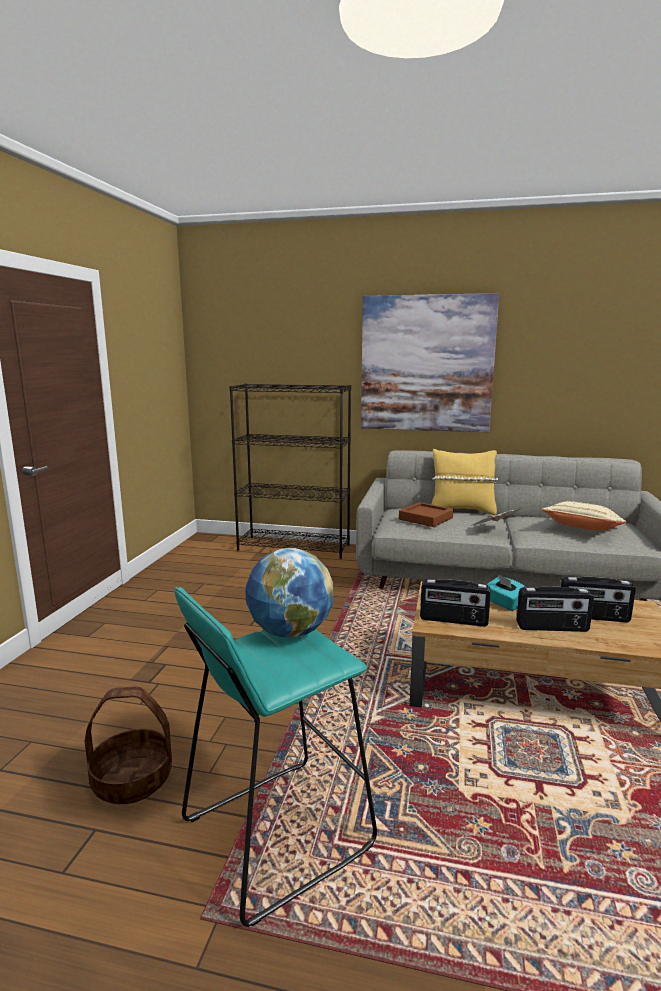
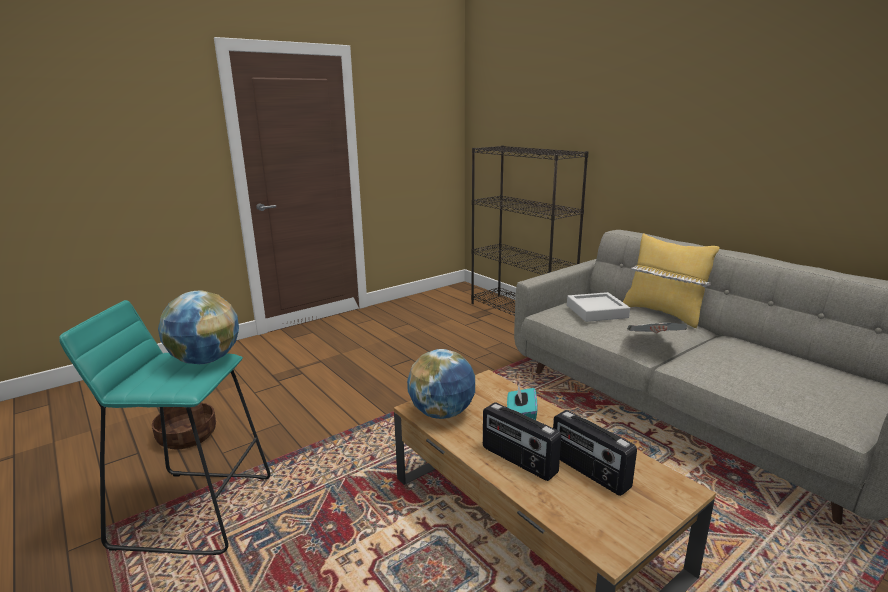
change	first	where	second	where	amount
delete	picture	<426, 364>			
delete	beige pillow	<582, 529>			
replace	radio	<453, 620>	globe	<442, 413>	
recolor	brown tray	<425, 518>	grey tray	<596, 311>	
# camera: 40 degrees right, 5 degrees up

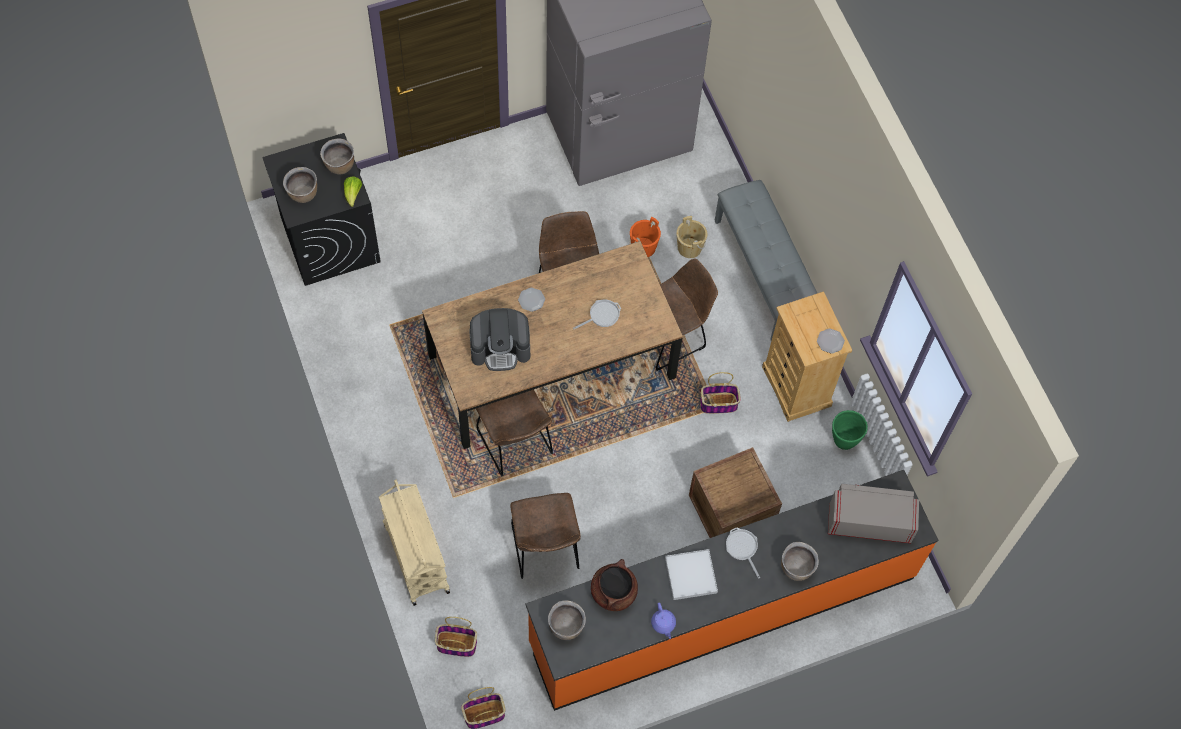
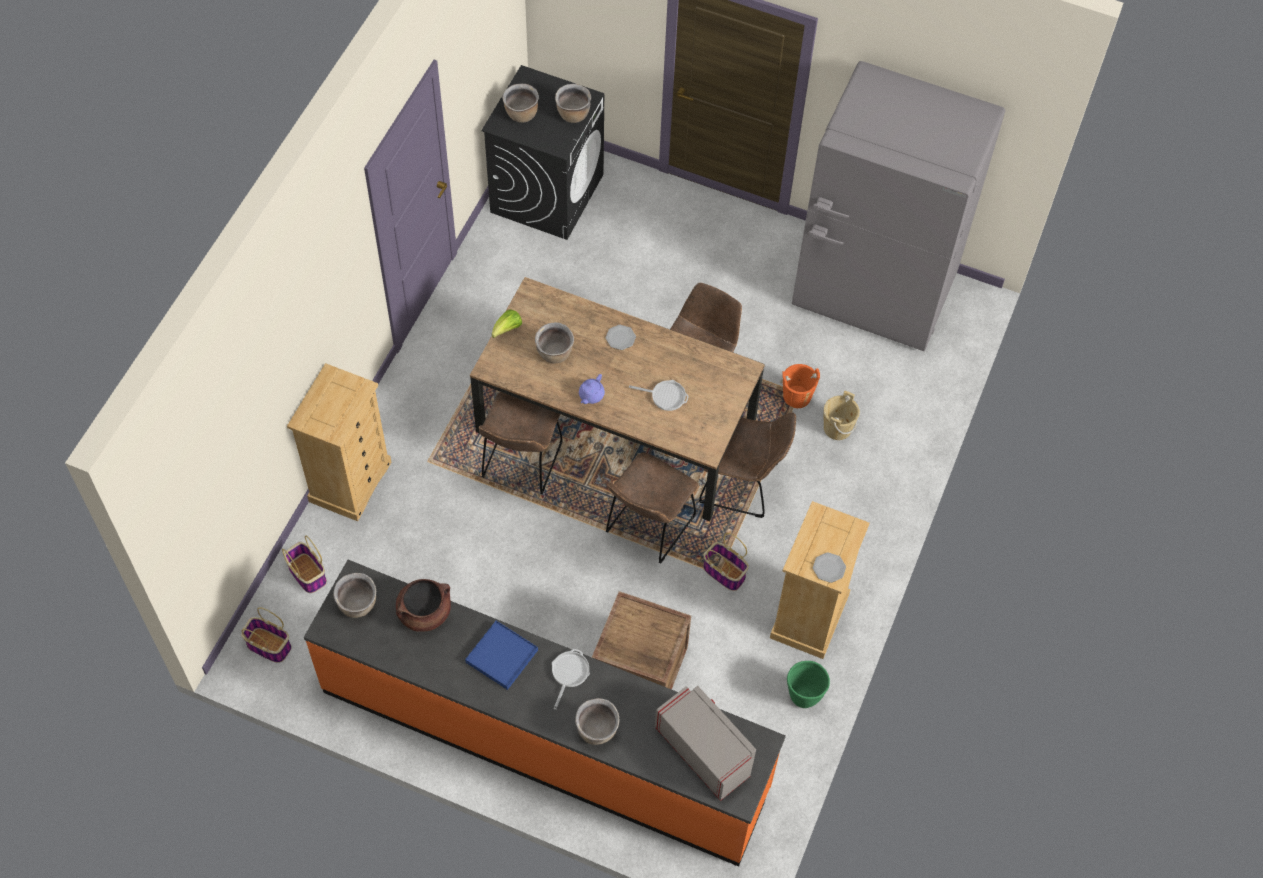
change	first	where	second	where	amount
delete	grey bench	<763, 274>			
move	lettuce	<353, 195>		<507, 329>	
move	brown chair	<546, 550>		<648, 527>	
move	purple teapot	<663, 624>		<591, 395>	
replace	beige cart	<415, 557>	beige dresser	<350, 481>	
replace	coffee machine	<500, 347>	brown cooking pot	<554, 354>	
recolor	white tray	<691, 575>	blue tray	<502, 656>	
# camera: 45 degrees right, 5 degrees down

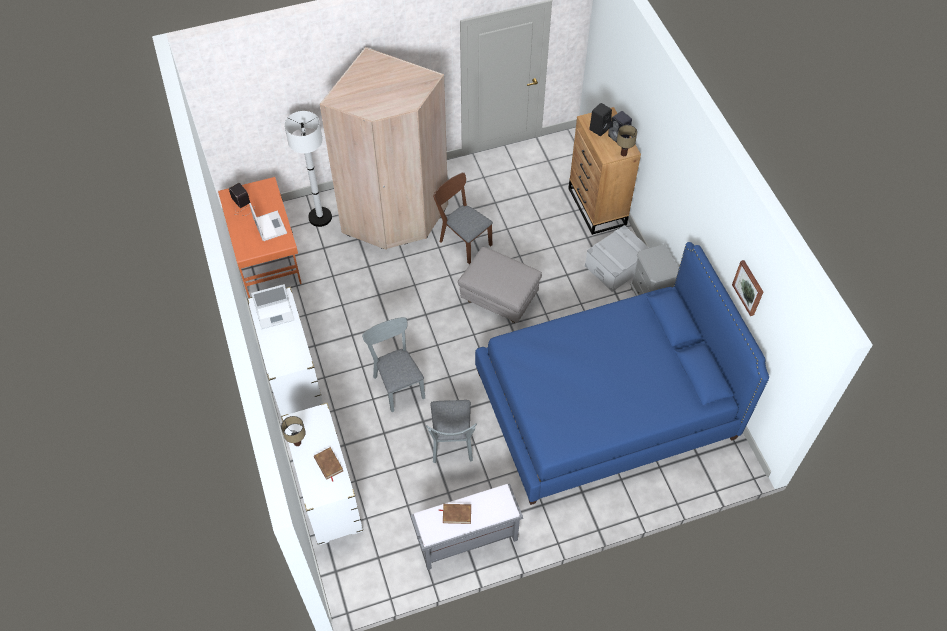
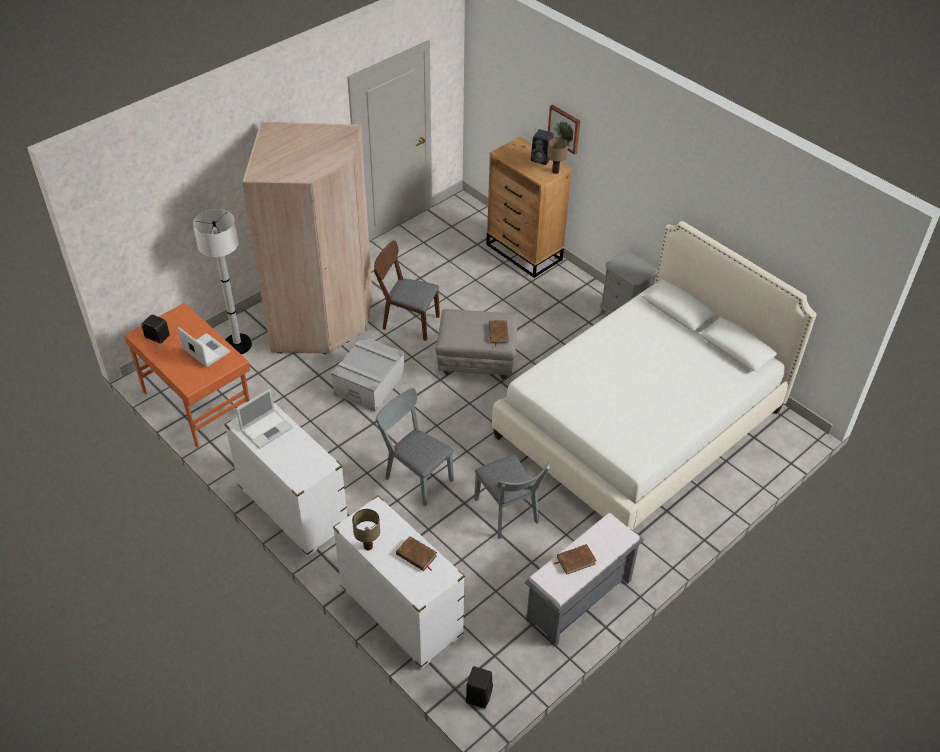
change	first	where	second	where	amount
insert			brown book	<498, 333>	
move	grey storage box	<616, 266>		<369, 384>	
move	black speaker	<599, 128>		<479, 695>	
move	picture	<749, 287>		<564, 128>	
recolor	blue bed	<605, 405>	white bed	<640, 423>	
# camera: 25 degrees left, 10 degrees down

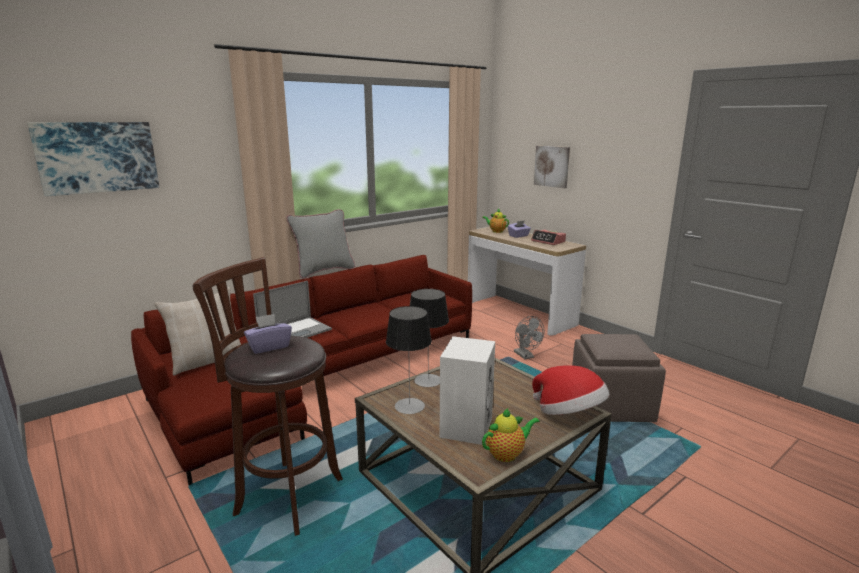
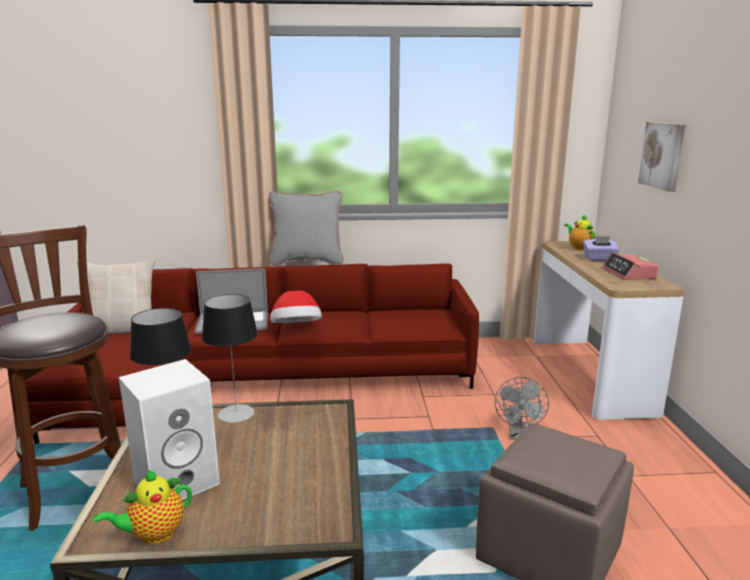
change	first	where	second	where	amount
delete	picture	<97, 157>			
delete	purple tissue box	<269, 347>			
move	hat	<569, 414>		<296, 330>	
rotate	teapot	<507, 454>		<153, 534>	135 degrees clockwise
# camera: 35 degrees right, 0 degrees up

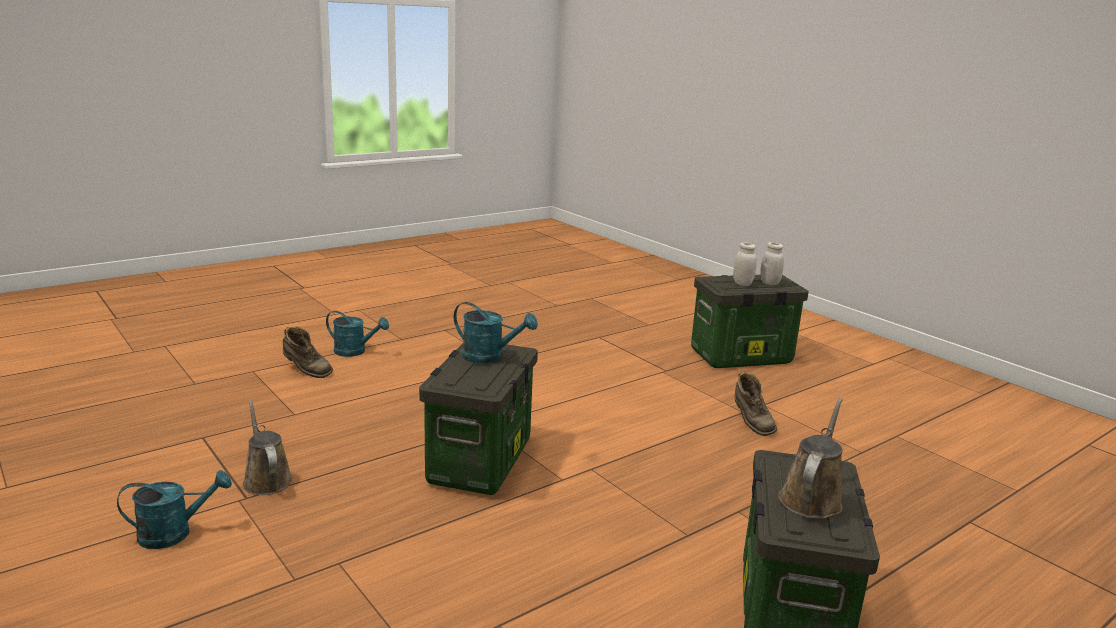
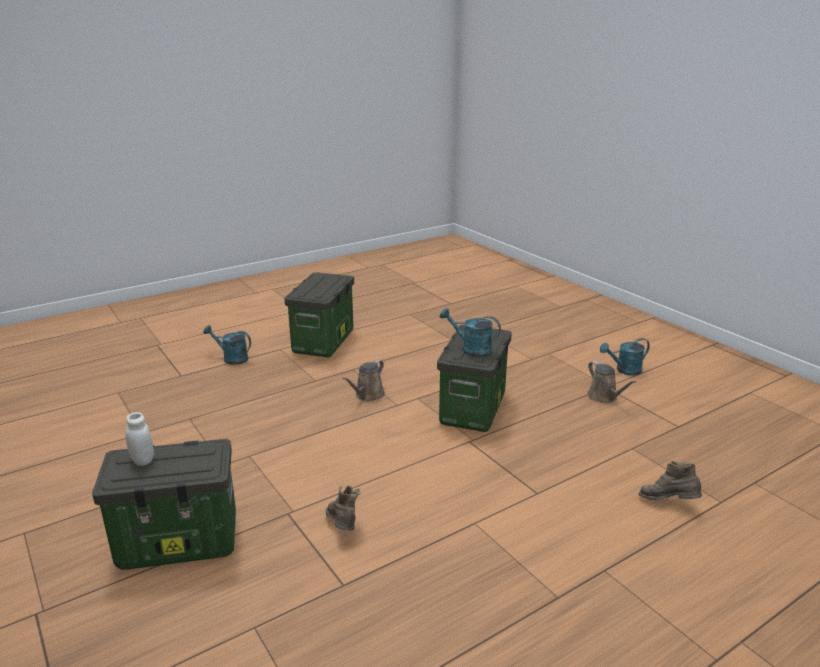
change	first	where	second	where	amount
delete	white jar	<742, 284>			
move	turquoise watering can	<355, 351>		<231, 358>	
move	brown boot	<751, 423>		<343, 527>	
move	brown watering can	<811, 498>		<368, 395>	
# camera: 175 degrees left, 5 degrees up

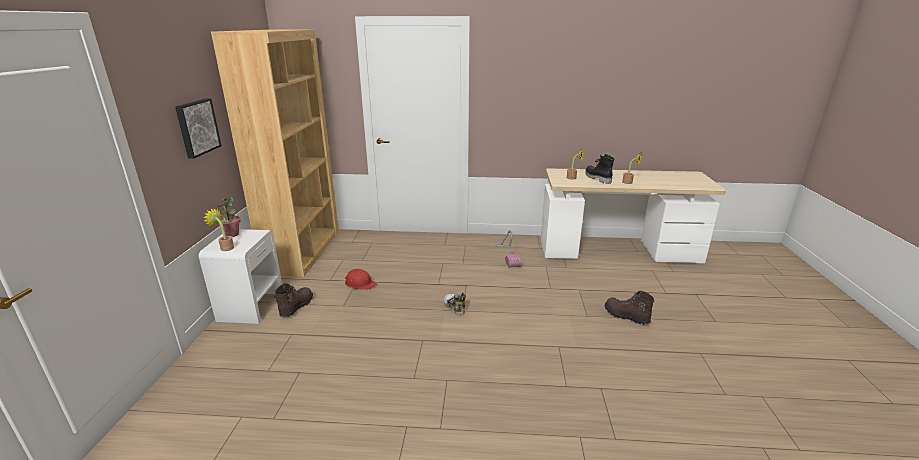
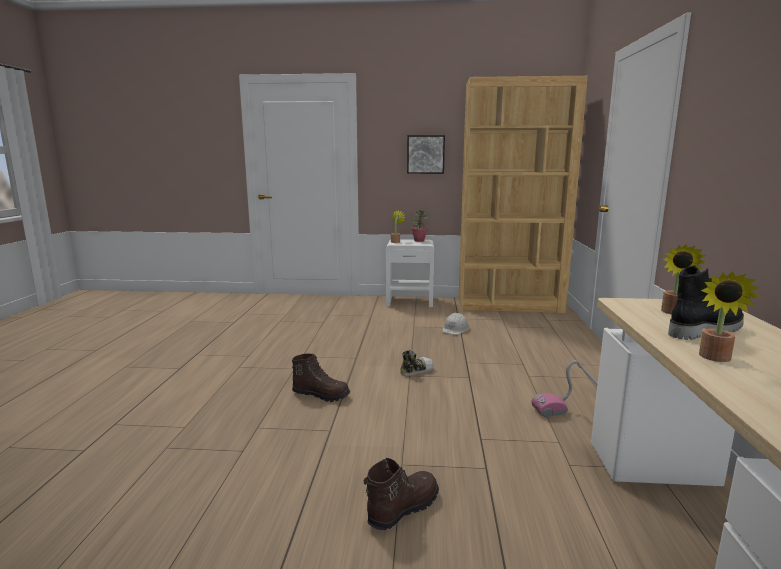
change	first	where	second	where	amount
move	brown boot	<296, 307>		<321, 395>	
recolor	red hard hat	<360, 283>	white hard hat	<455, 329>	
# camera: 90 degrees right, 10 degrees down

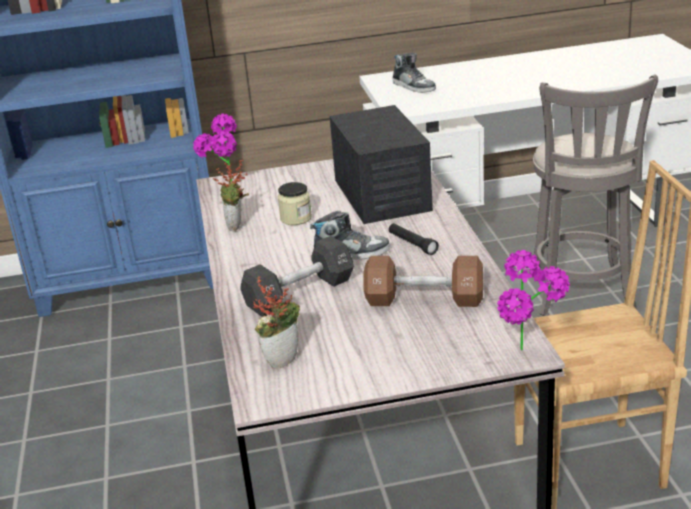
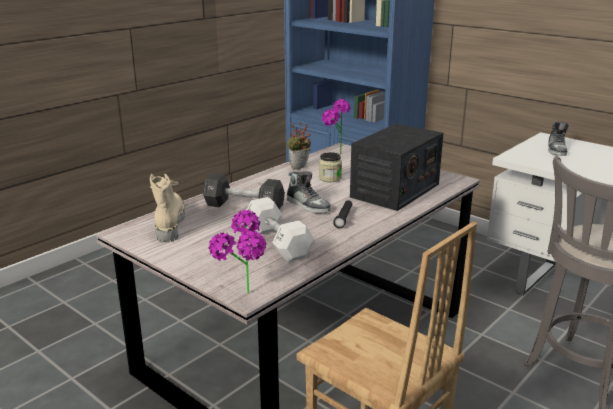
change	first	where	second	where	amount
replace	potted plant	<282, 359>	beige boot	<168, 224>	
recolor	brown dumbbell	<424, 299>	white dumbbell	<277, 242>	
# camera: 50 degrees right, 5 degrees down

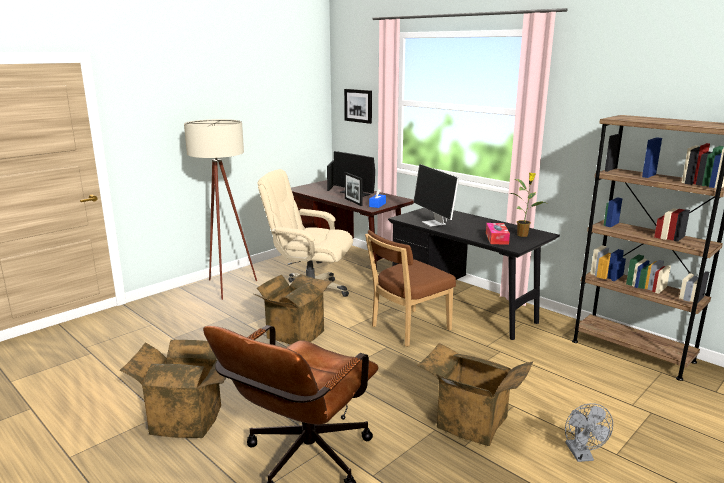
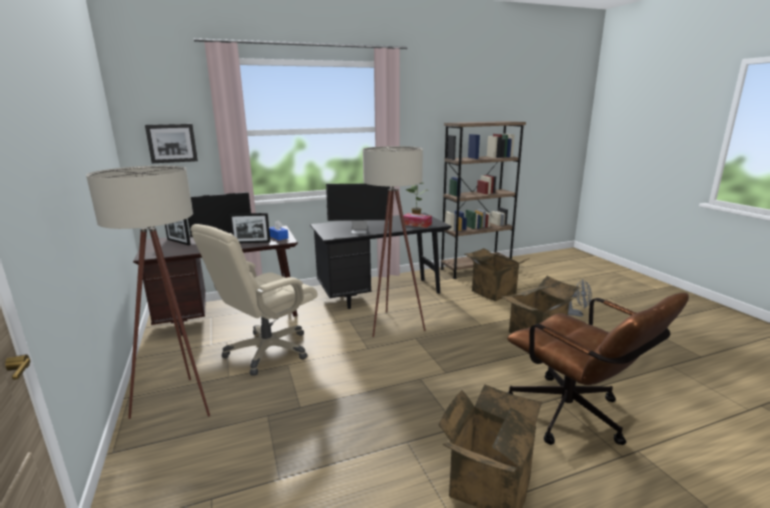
change	first	where	second	where	amount
move	cardboard box	<294, 333>		<491, 292>	
replace	brown chair	<407, 329>	beige floor lamp	<393, 323>	
# camera: 65 degrees left, 0 degrees up

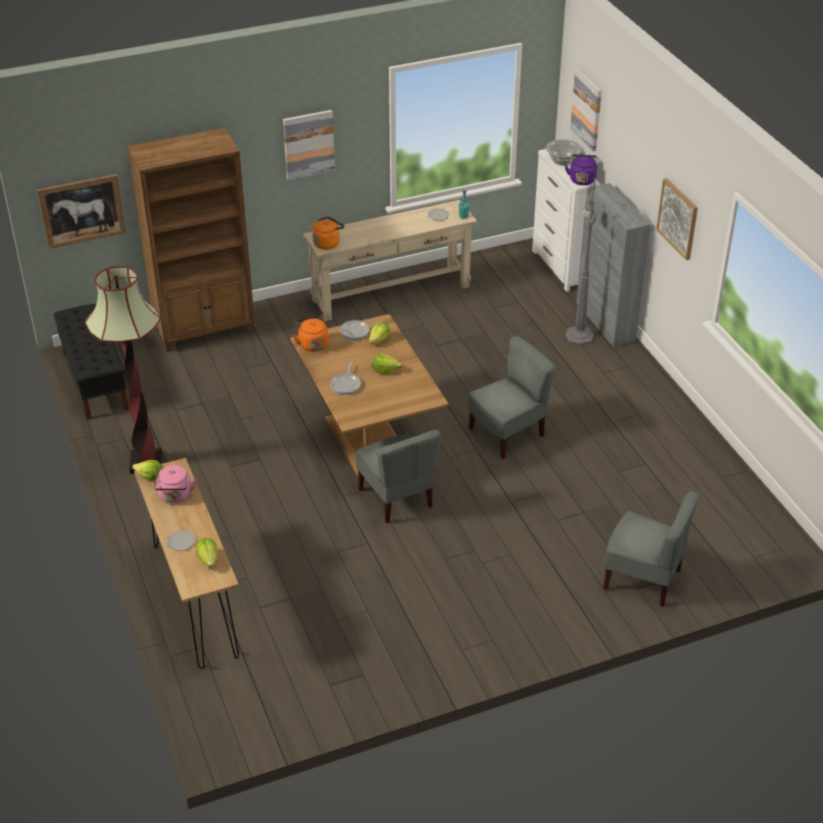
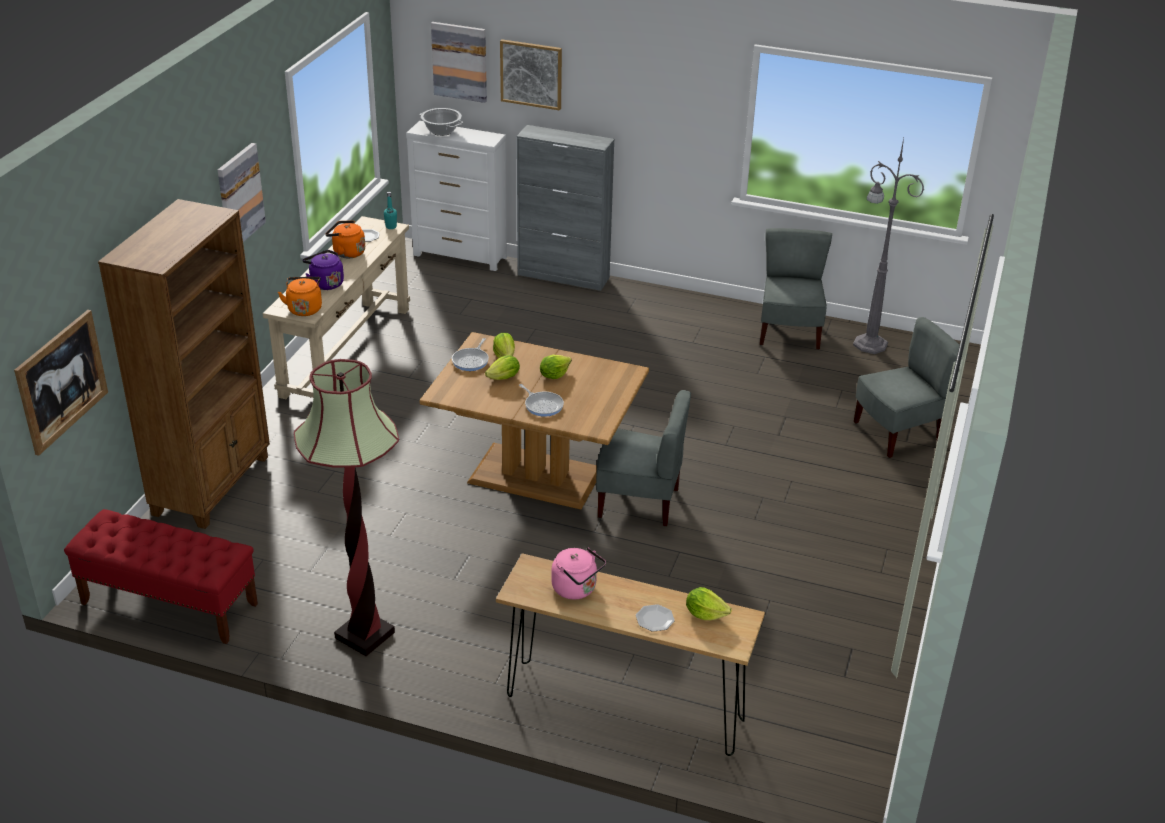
change	first	where	second	where	amount
move	lettuce	<151, 477>		<504, 378>	
move	orange kettle	<312, 344>		<347, 253>	
move	grey chair	<507, 433>		<789, 332>	
move	purple kettle	<582, 179>		<325, 283>	
move	grey floor lamp	<579, 335>		<868, 343>	
move	picture	<678, 218>		<531, 74>	
recolor	black bench	<95, 380>	red bench	<169, 604>	
# camera: 50 degrees left, 5 degrees down

